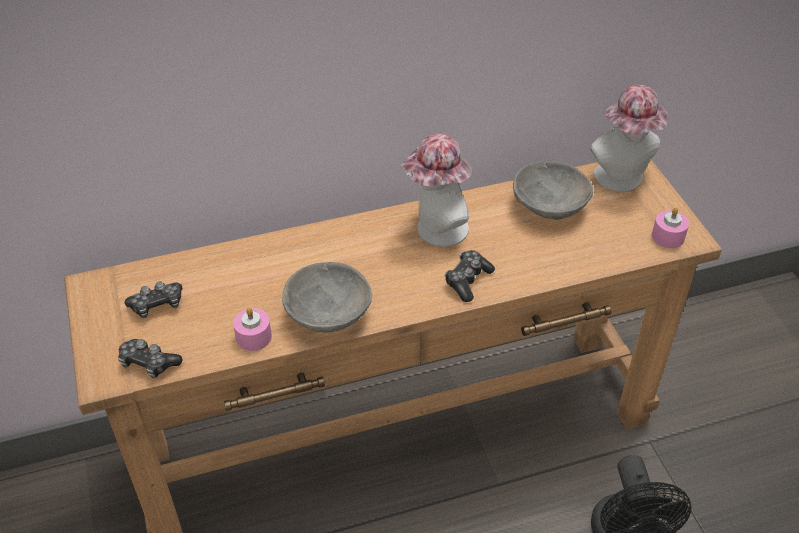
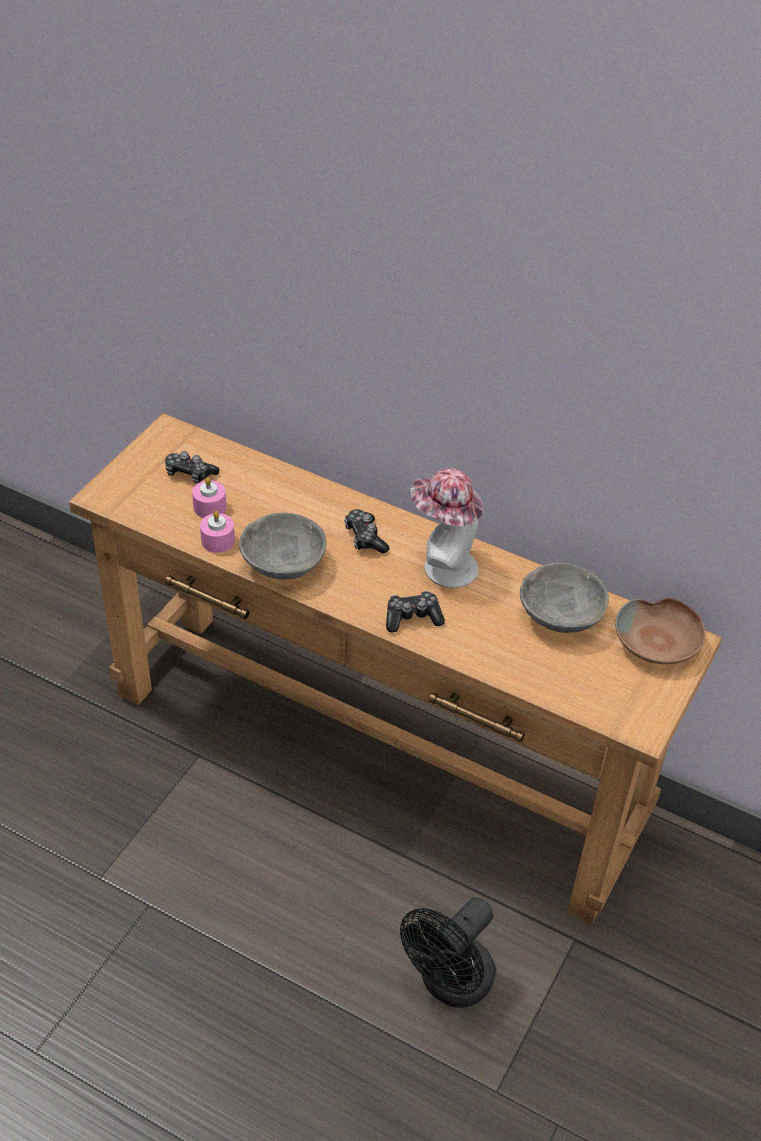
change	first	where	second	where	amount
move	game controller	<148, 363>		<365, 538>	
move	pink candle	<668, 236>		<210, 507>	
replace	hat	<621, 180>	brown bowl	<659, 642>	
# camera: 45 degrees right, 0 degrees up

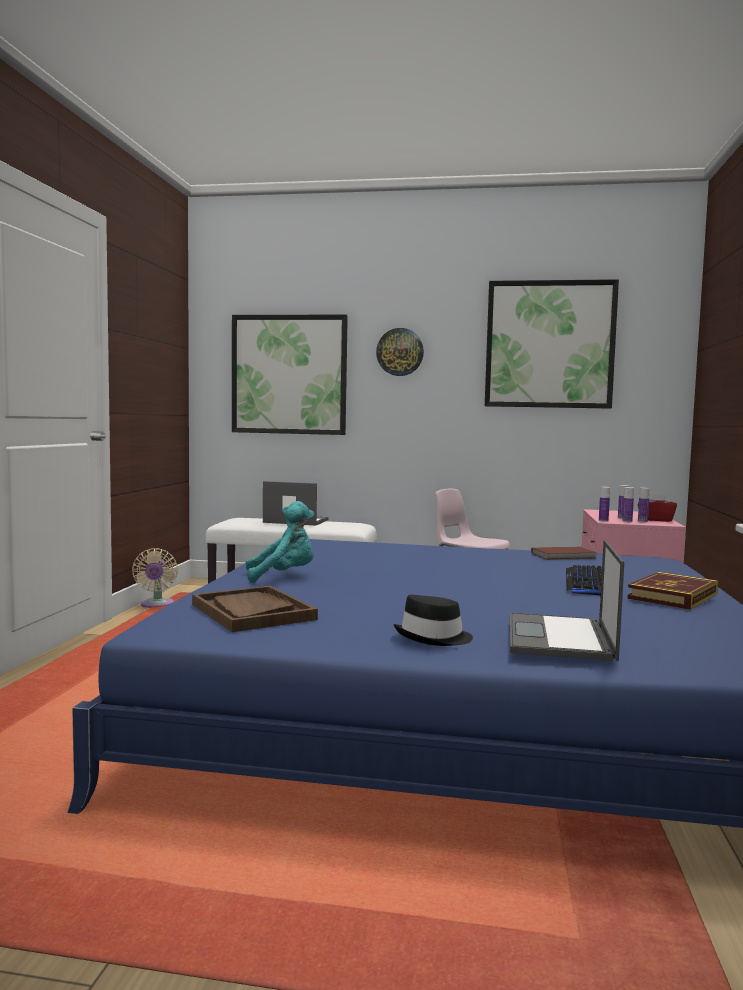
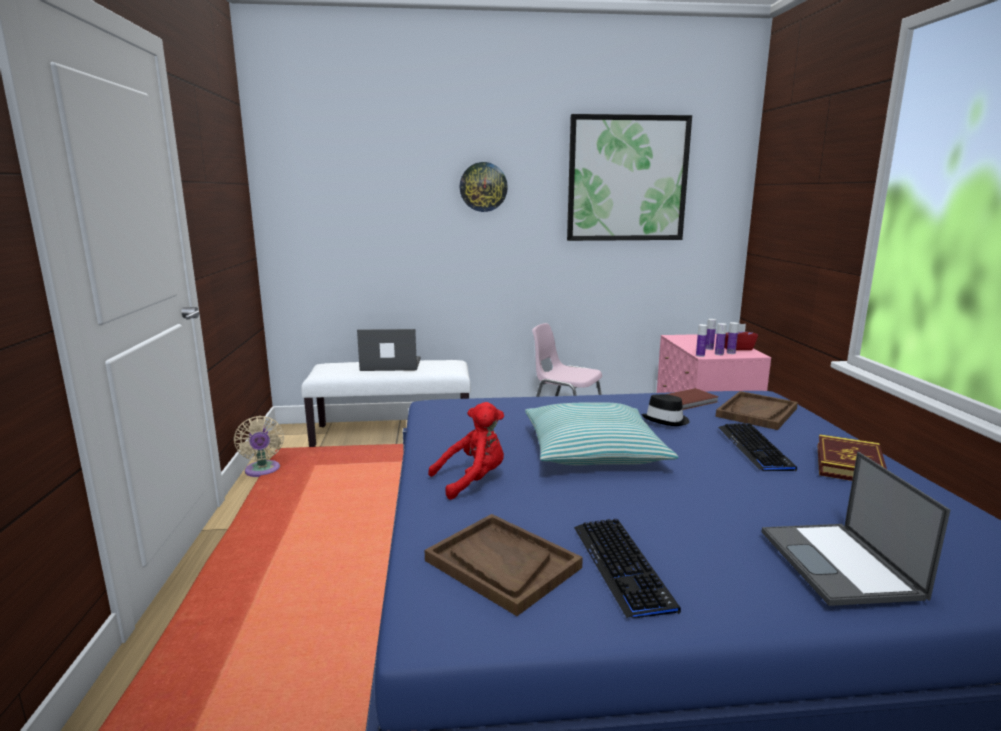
change	first	where	second	where	amount
delete	picture	<289, 374>			
insert			pillow	<593, 450>	
insert			keyboard	<622, 567>	
insert			brown tray	<757, 412>	
move	black hat	<434, 638>		<666, 420>	
recolor	turquoise plush toy	<283, 576>	red plush toy	<472, 480>	
# camera: 15 degrees left, 10 degrees up

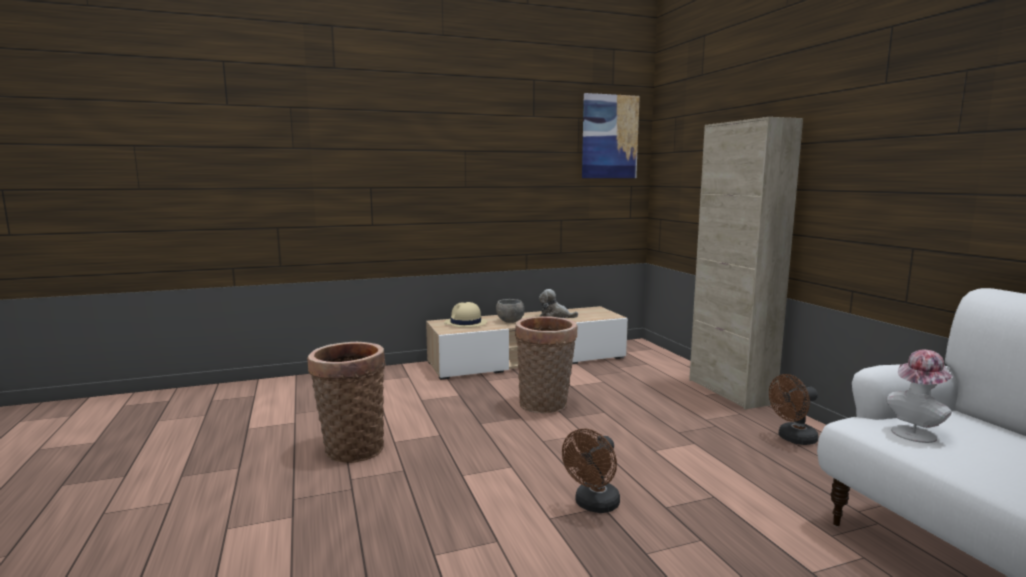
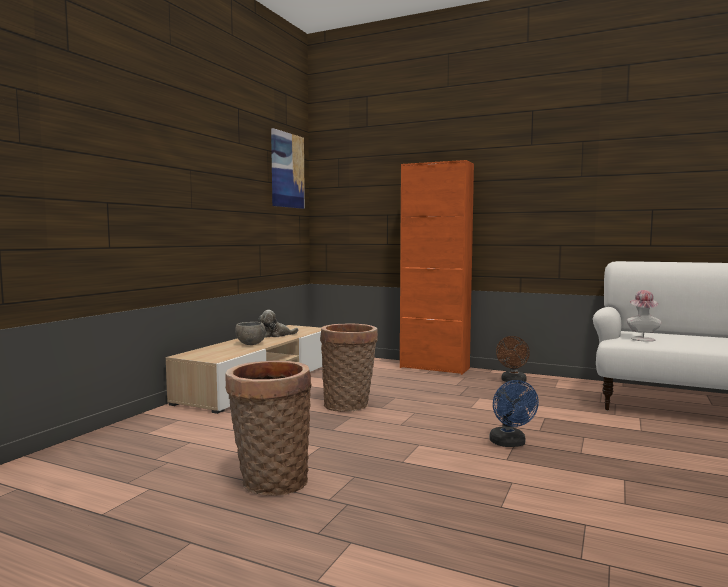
change	first	where	second	where	amount
delete	beige hat	<465, 323>			
recolor	brown fan	<594, 505>	blue fan	<510, 444>	
recolor	beige cabinet	<730, 391>	orange cabinet	<434, 368>	
# camera: 45 degrees left, 5 degrees down

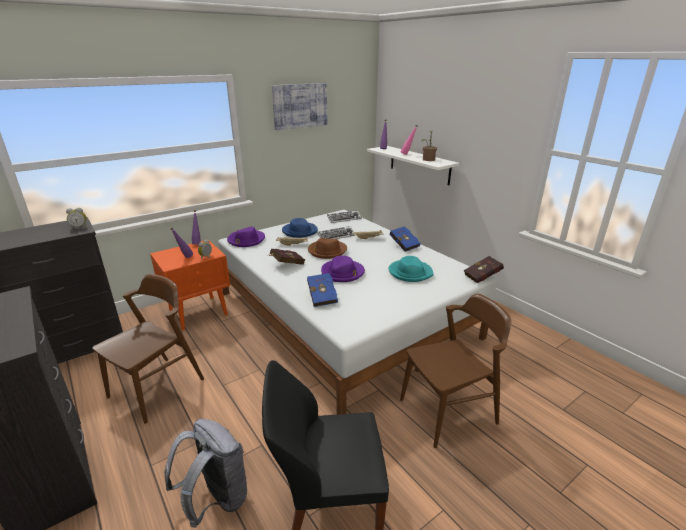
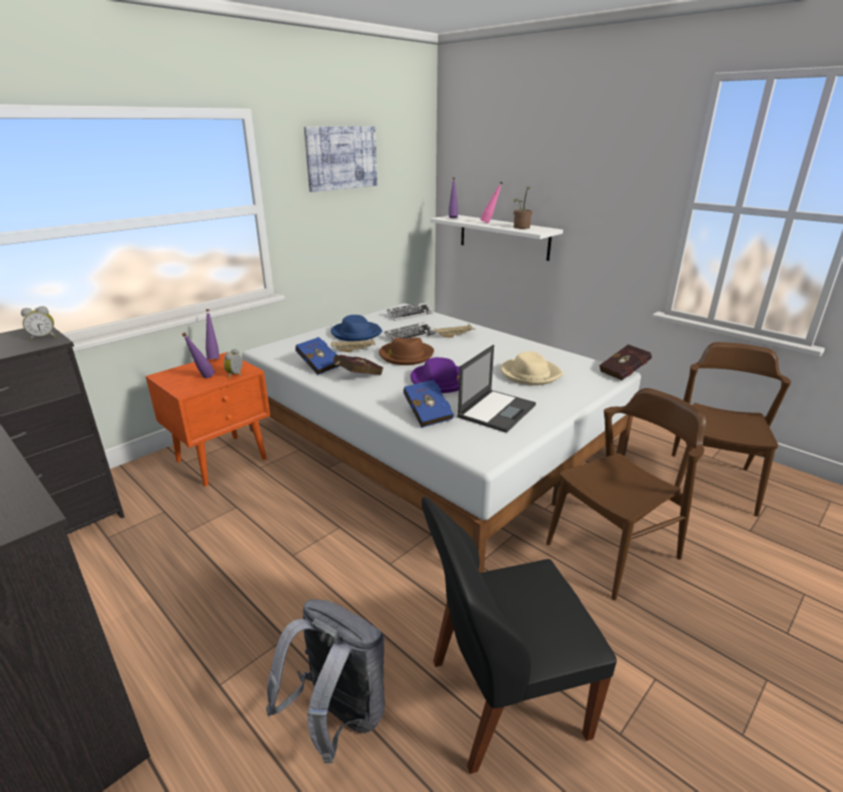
change	first	where	second	where	amount
delete	purple hat	<246, 240>			
insert			laptop	<497, 410>	
move	brown chair	<157, 388>		<711, 482>	
move	blue book	<403, 245>		<318, 365>	
recolor	turquoise hat	<410, 272>	beige hat	<530, 374>	
# camera: 10 degrees left, 0 degrees up

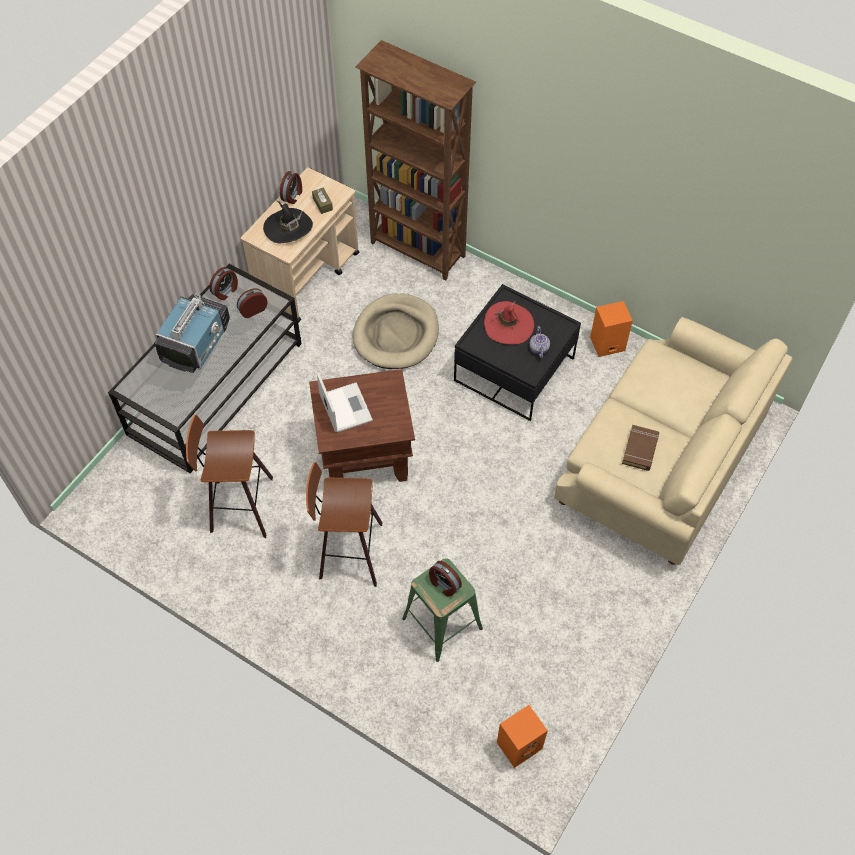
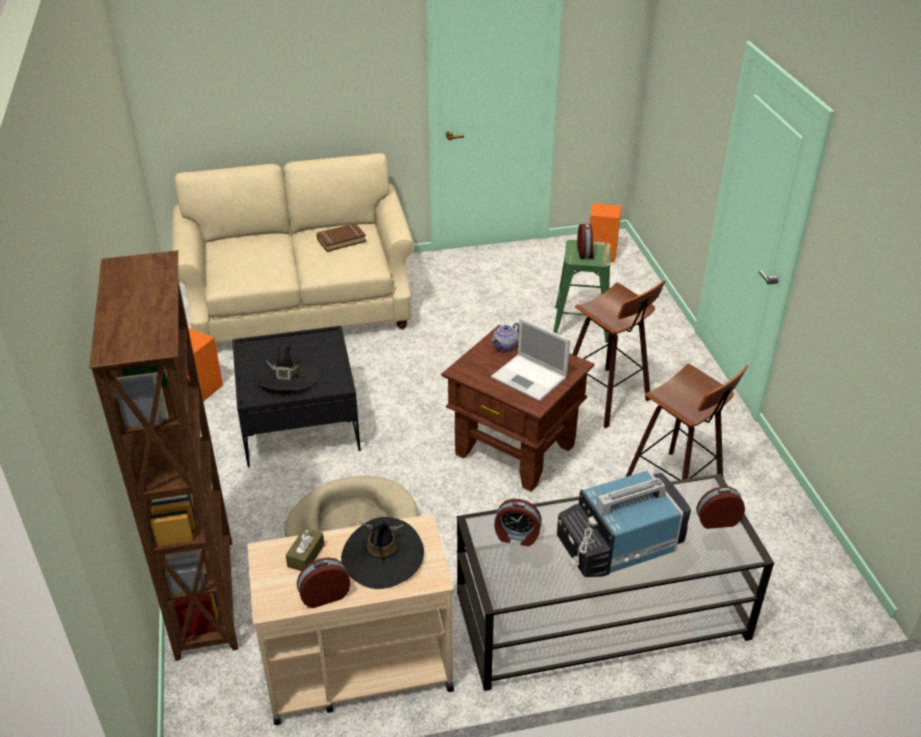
change	first	where	second	where	amount
move	alarm clock	<226, 291>		<717, 520>	
move	teapot	<538, 348>		<505, 346>	
recolor	red hat	<508, 325>	black hat	<287, 377>	
rotate	laptop	<345, 407>		<530, 378>	75 degrees counterclockwise
# camera: 135 degrees left, 20 degrees down

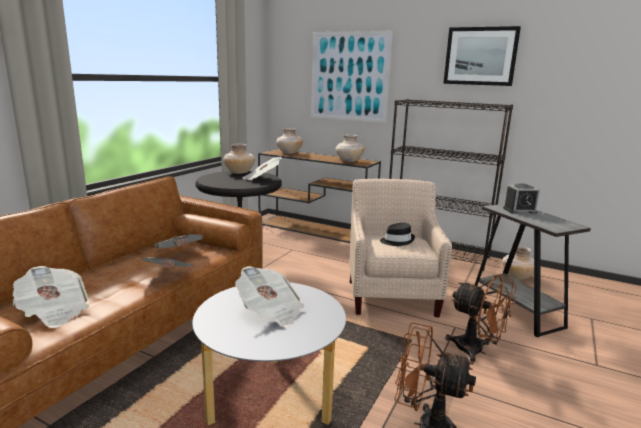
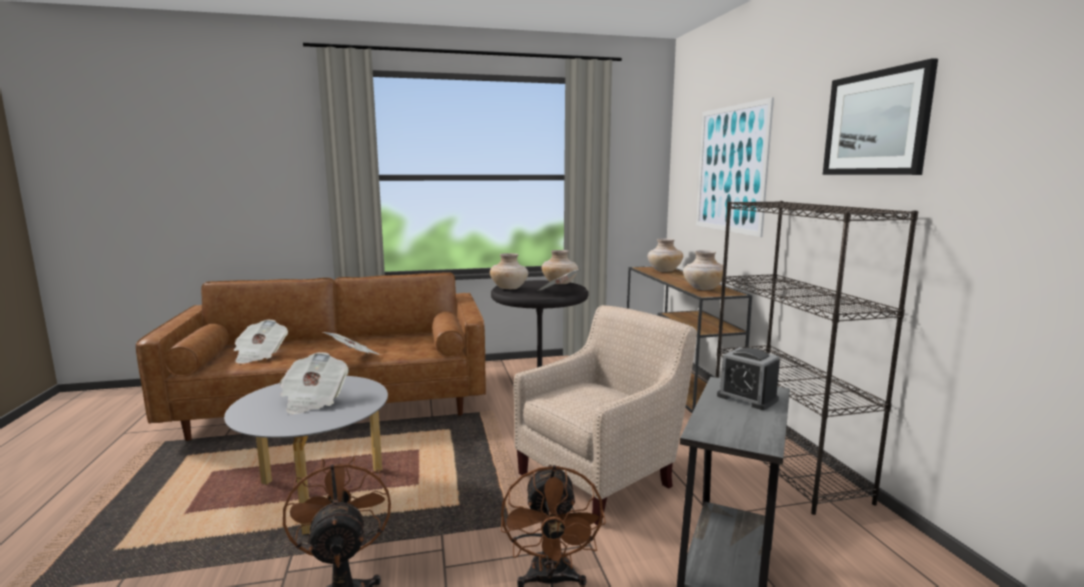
change	first	where	second	where	amount
delete	newspaper	<179, 254>			
delete	black hat	<397, 241>			
move	beige vase	<517, 277>		<509, 288>	
# camera: 50 degrees right, 5 degrees down

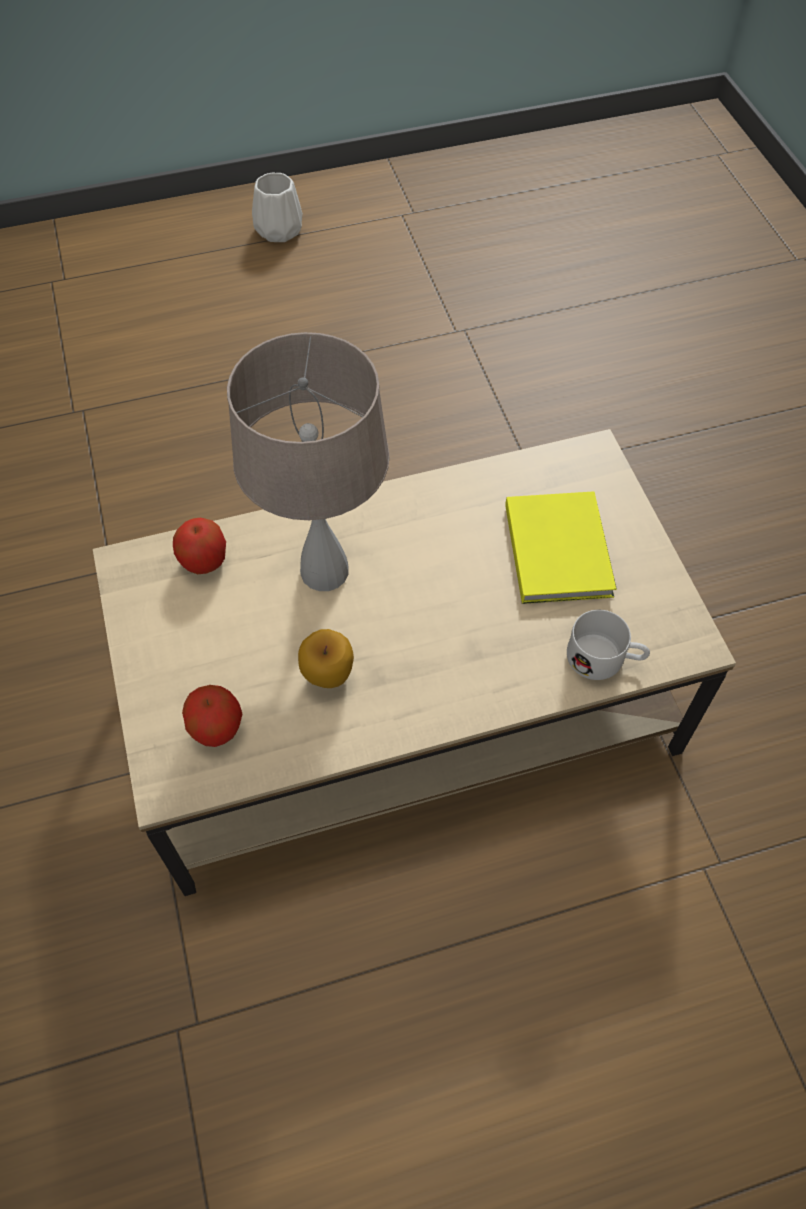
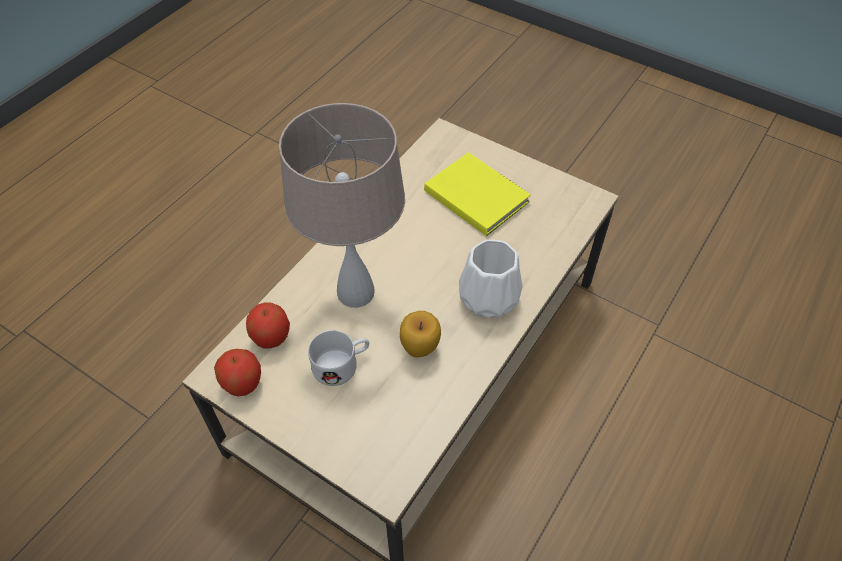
change	first	where	second	where	amount
move	apple	<217, 728>		<242, 383>	
move	white vase	<278, 230>		<486, 298>	
move	white mug	<605, 659>		<342, 364>	
# camera: 40 degrees left, 5 degrees down

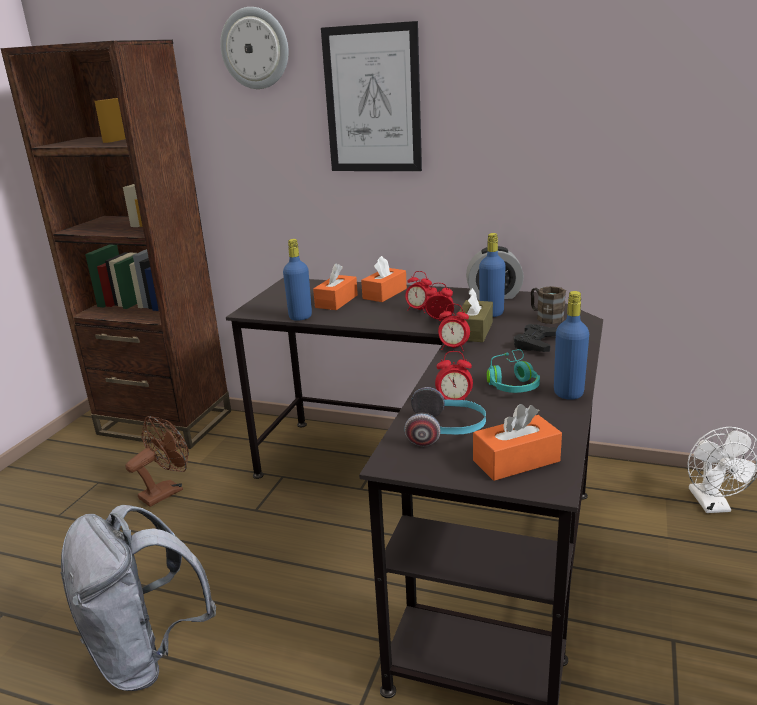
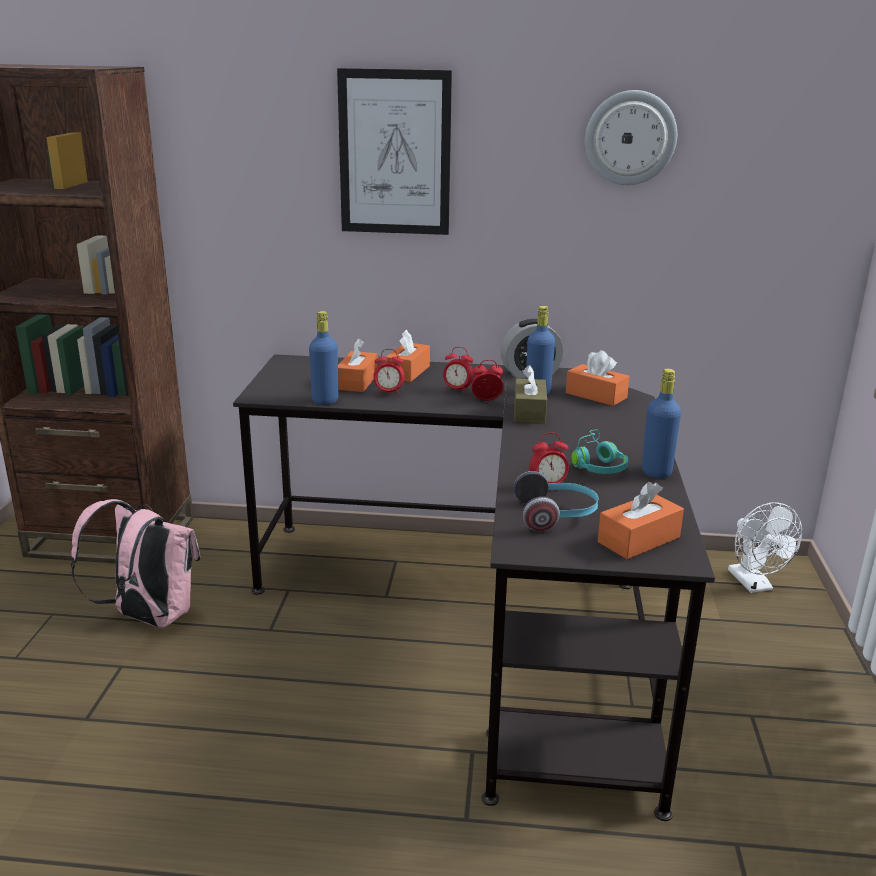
change	first	where	second	where	amount
delete	grey backpack	<147, 654>			
delete	black game controller	<538, 343>			
move	wall clock	<255, 48>		<630, 138>	
move	alarm clock	<453, 348>		<388, 393>	
replace	brown fan	<166, 491>	pink backpack	<149, 617>	
replace	brown mug	<545, 317>	orange tissue box	<596, 395>	
# camera: 15 degrees left, 0 degrees up

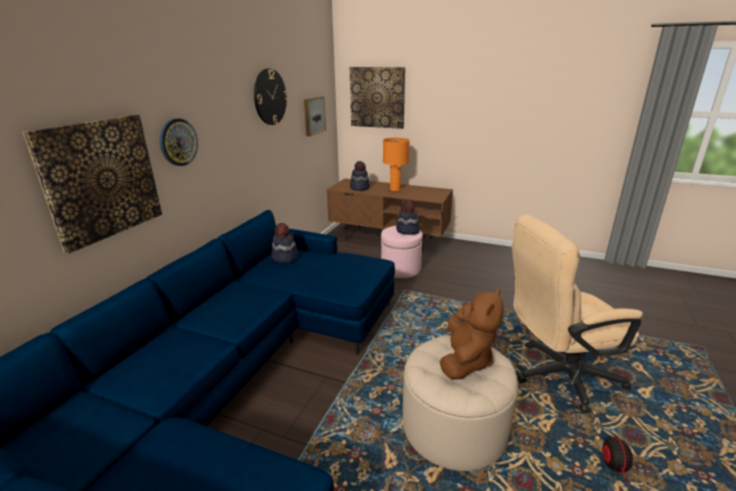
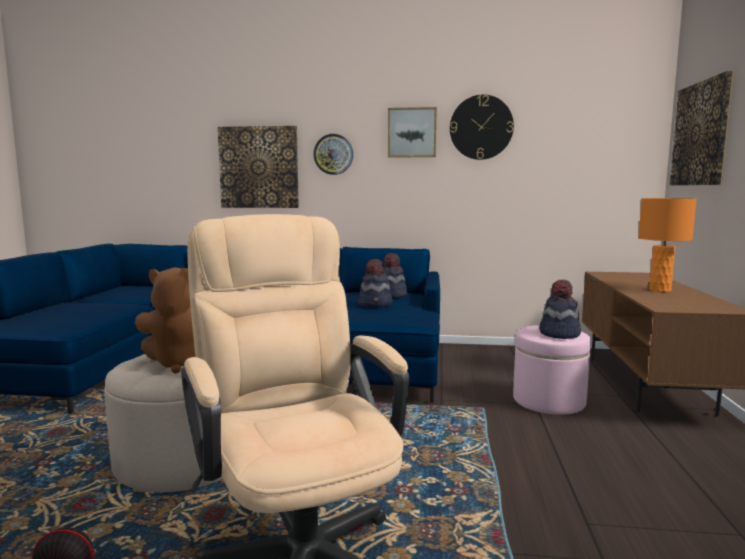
change	first	where	second	where	amount
move	picture	<313, 115>		<412, 133>	
move	hat	<360, 188>		<375, 304>	
# camera: 75 degrees right, 15 degrees down

